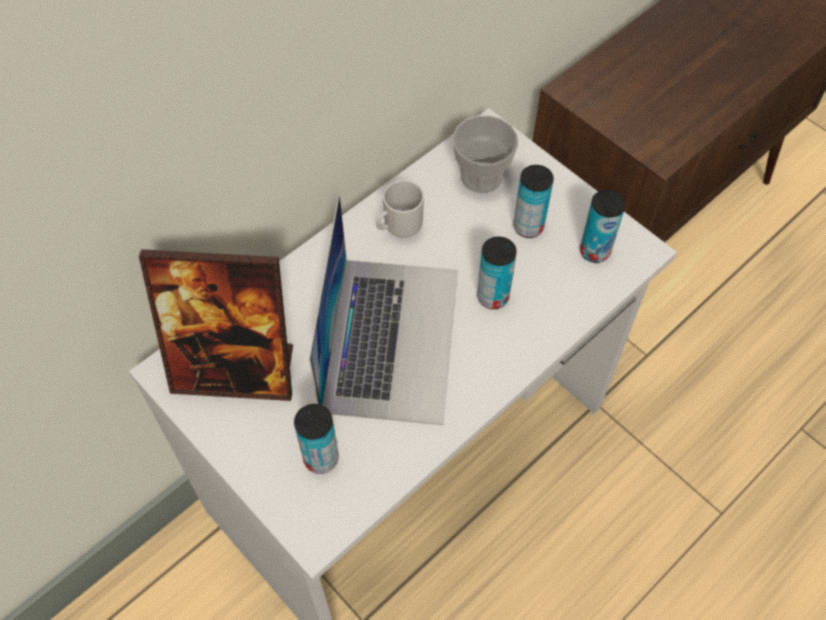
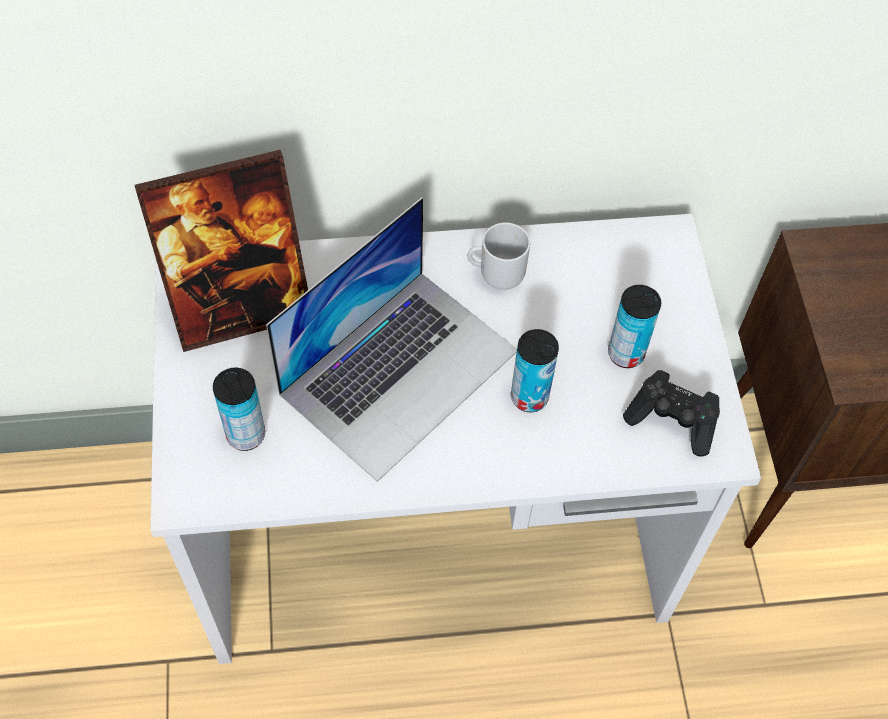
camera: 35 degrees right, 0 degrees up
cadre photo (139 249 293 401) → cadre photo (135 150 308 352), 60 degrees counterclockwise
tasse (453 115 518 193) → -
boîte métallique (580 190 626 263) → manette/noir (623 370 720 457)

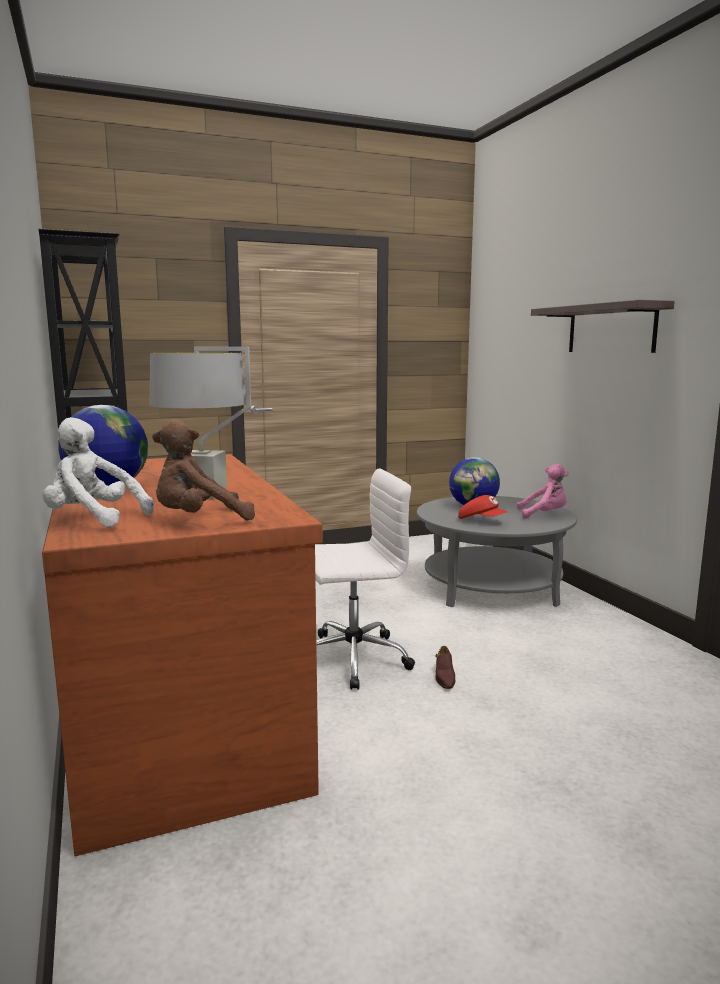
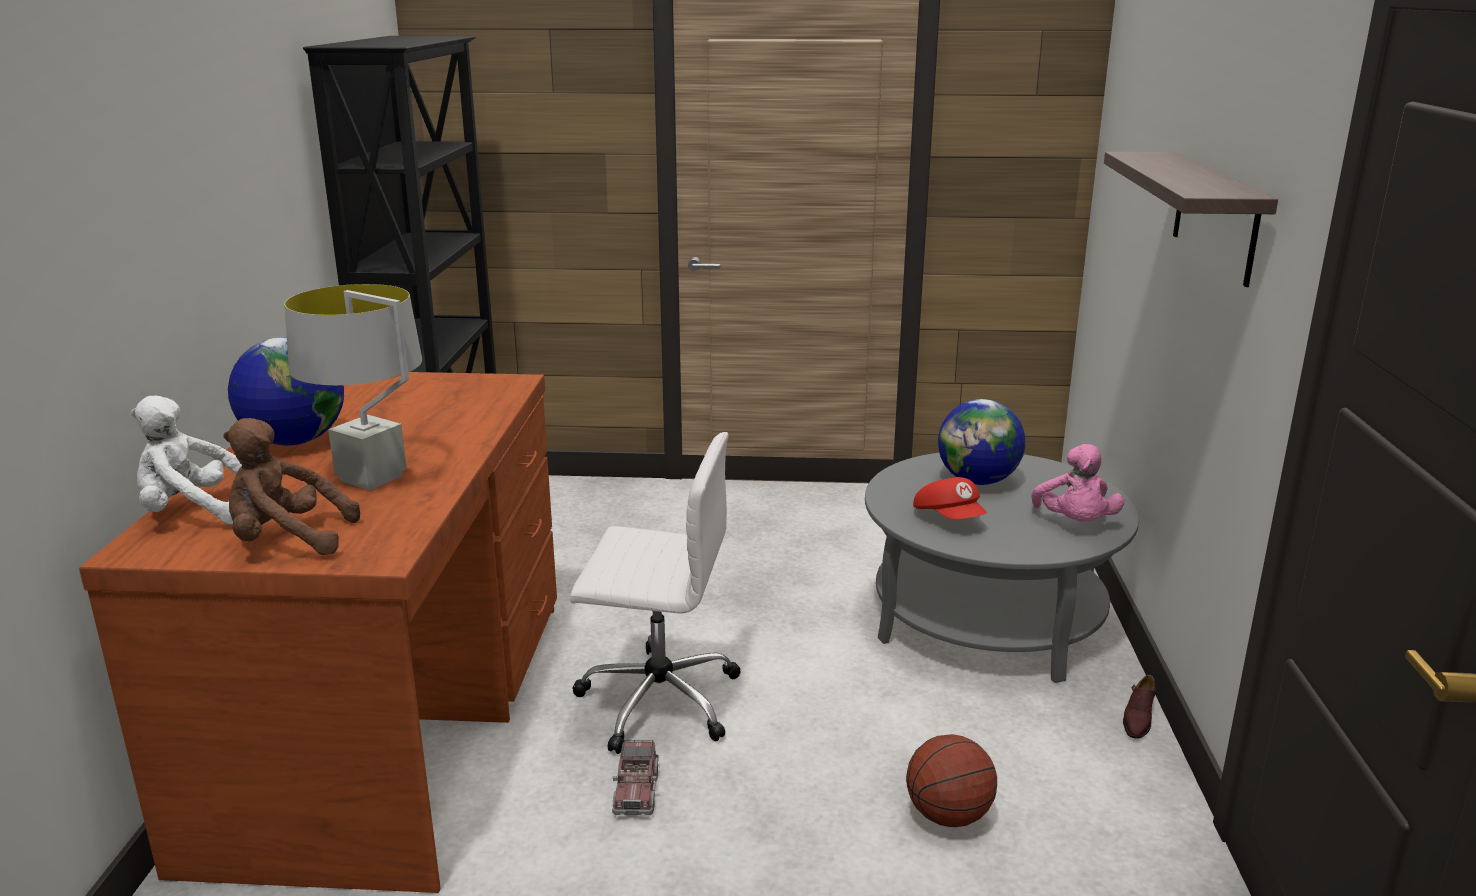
camera: 25 degrees right, 10 degrees up
peluche/blanc (43 417 154 527) → peluche/blanc (131 396 242 525), 45 degrees counterclockwise
chaussure/marron (435 646 455 689) → chaussure/marron (1123 675 1156 739), move
peluche/rose (517 464 569 519) → peluche/rose (1031 444 1124 521), 60 degrees clockwise
- → camion jouet (612 740 659 815)
- → ballon de basket (906 734 997 827)

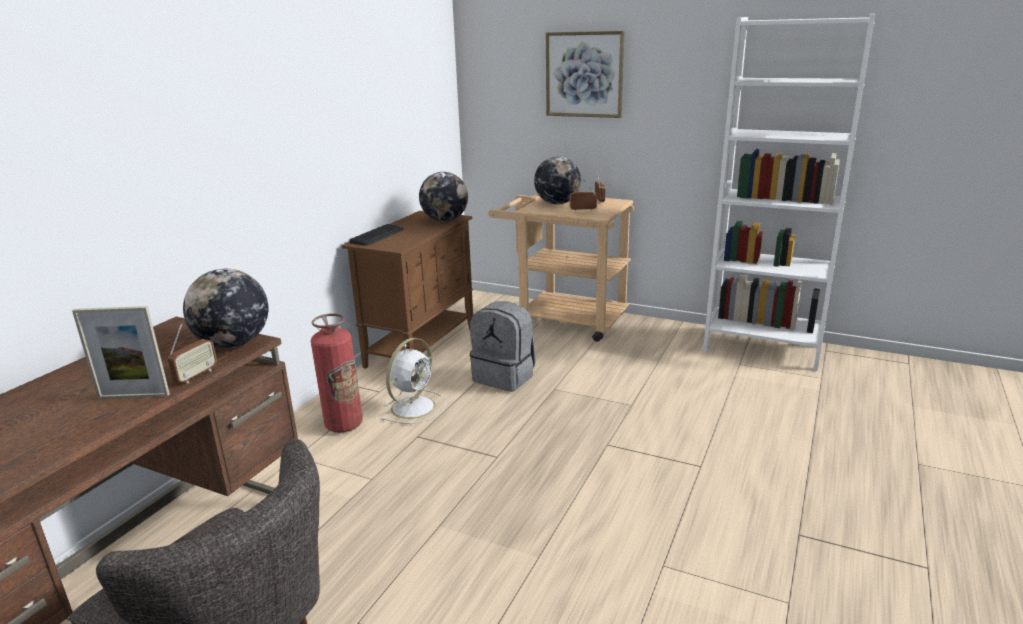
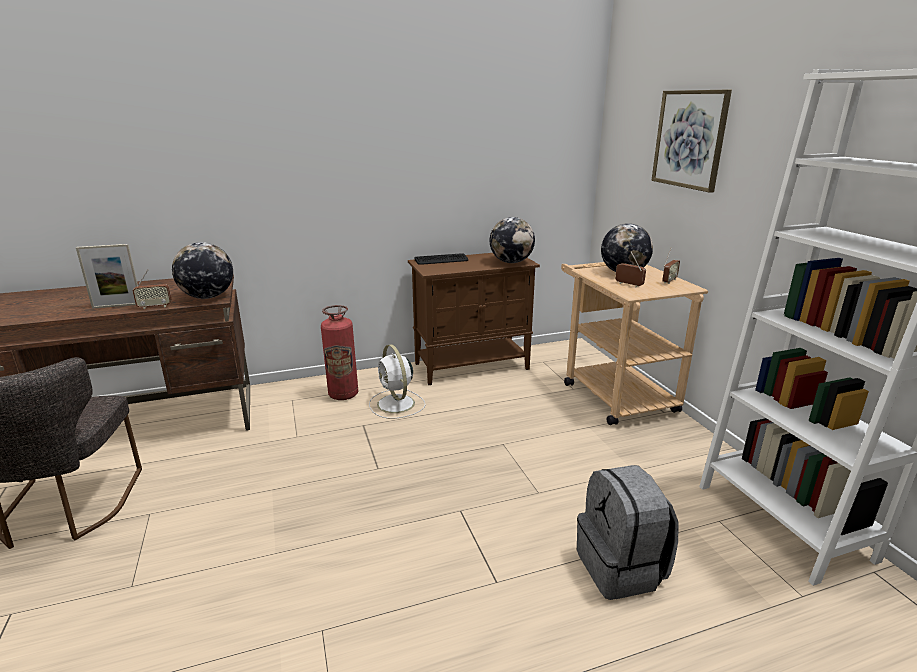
camera: 45 degrees right, 0 degrees up
cadre photo (72 306 170 399) → cadre photo (76 244 138 309), 60 degrees counterclockwise
ventilateur/blanc (381 338 446 424) → ventilateur/blanc (369 344 426 419), 75 degrees clockwise
sac à dos/gris (470 301 536 392) → sac à dos/gris (577 465 679 600), move

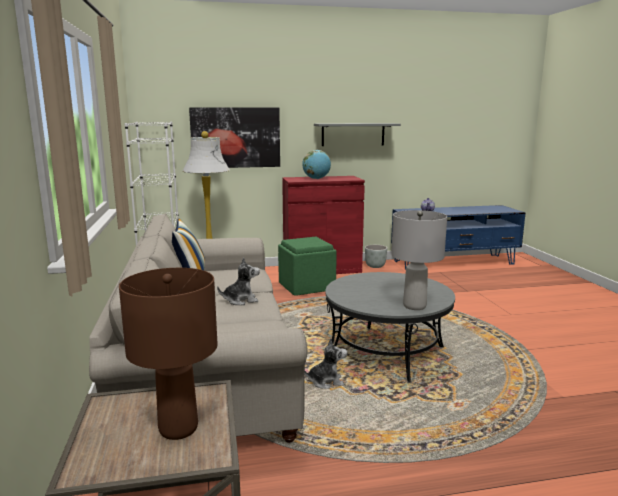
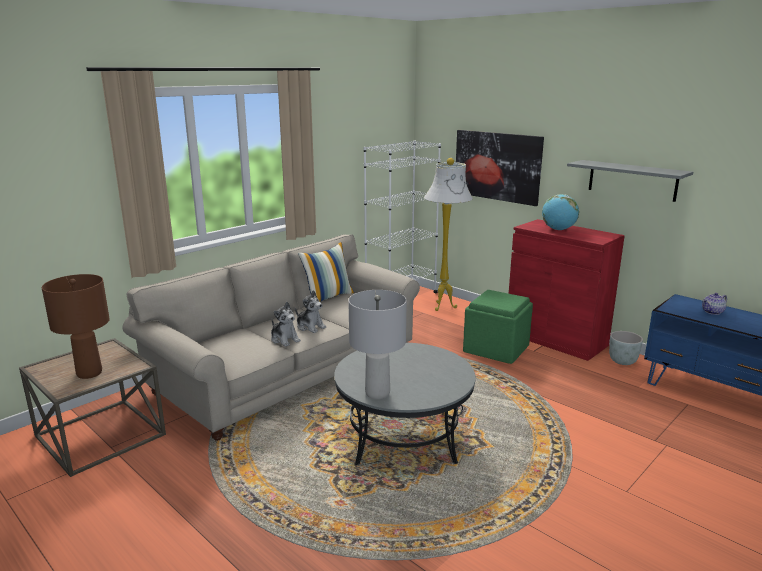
camera: 55 degrees right, 5 degrees up
peluche (304 338 347 389) → peluche (271 302 301 347), move

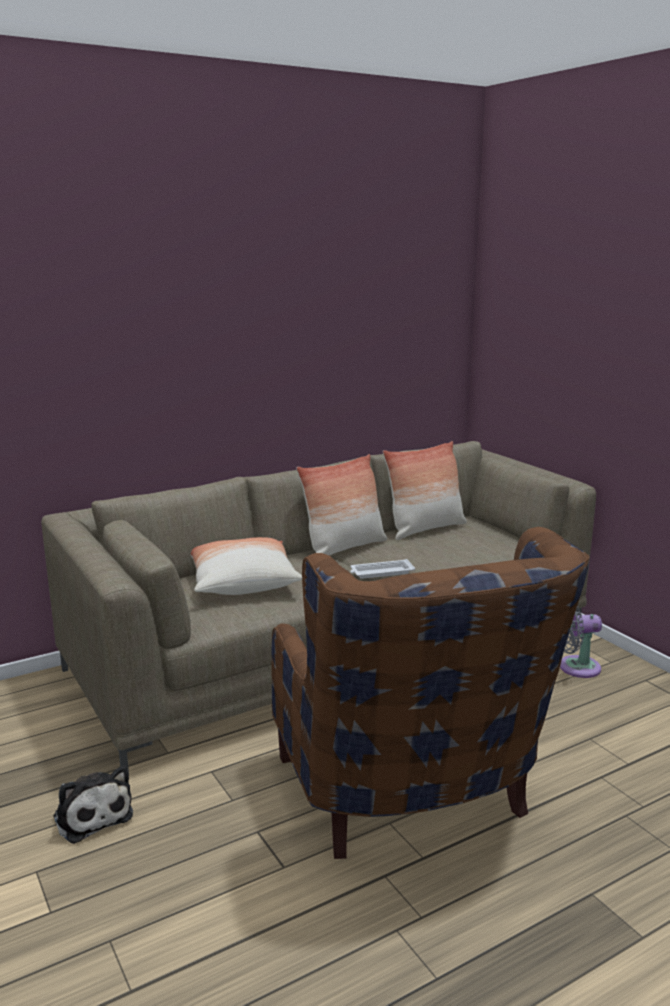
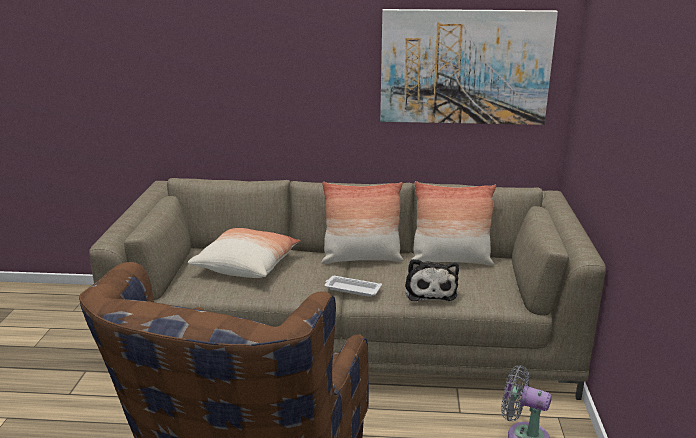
camera: 35 degrees right, 5 degrees up
peluche (53 766 133 844) → peluche (405 259 459 301), move
- → tableau (380 9 558 125)

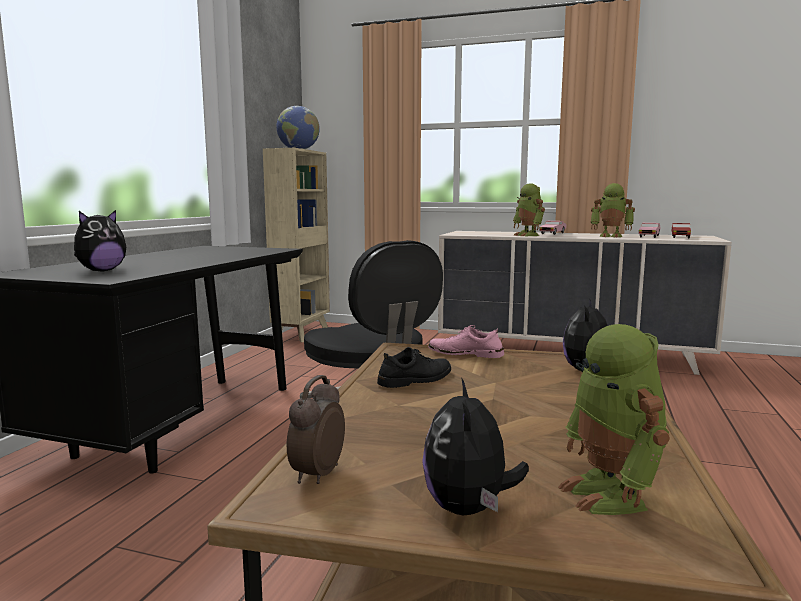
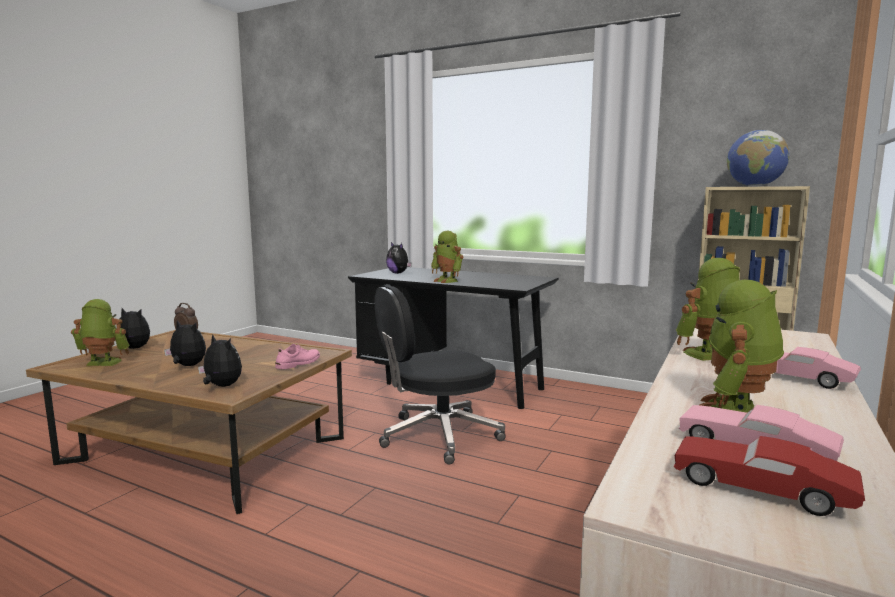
camera: 100 degrees right, 0 degrees up
chaussure/noir (377 347 451 388) → -
- → peluche (164 320 206 366)
- → robot jouet (431 231 463 283)

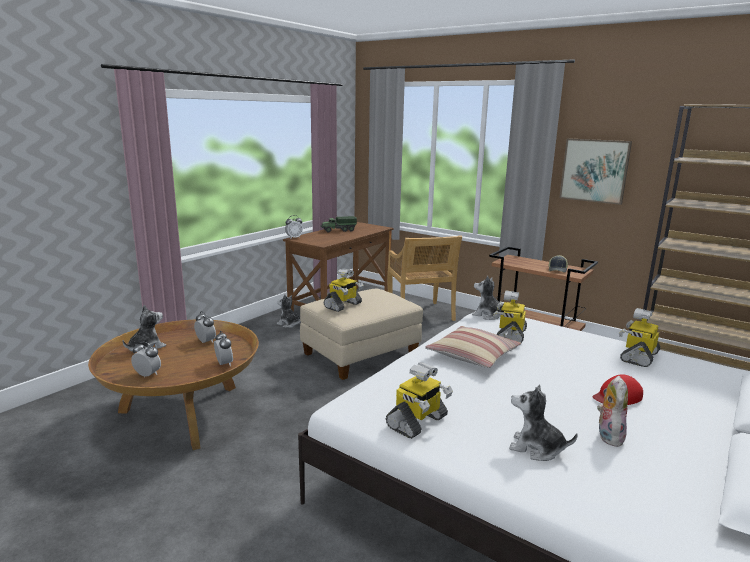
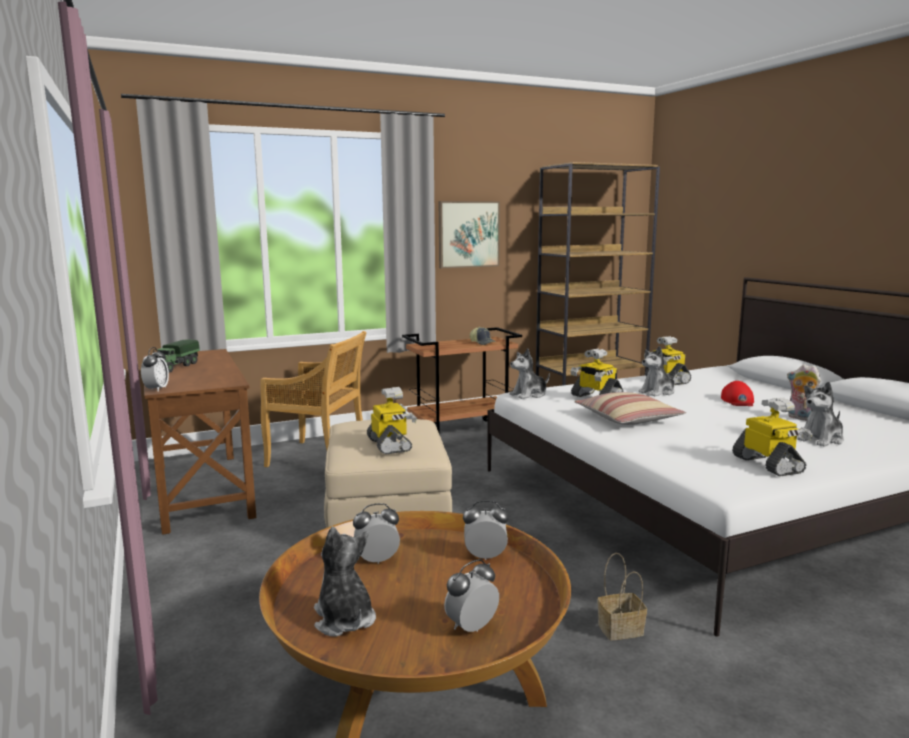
camera: 60 degrees left, 5 degrees down
peluche (276 294 301 328) → peluche (639 346 676 397), move
- → panier (597 553 647 640)

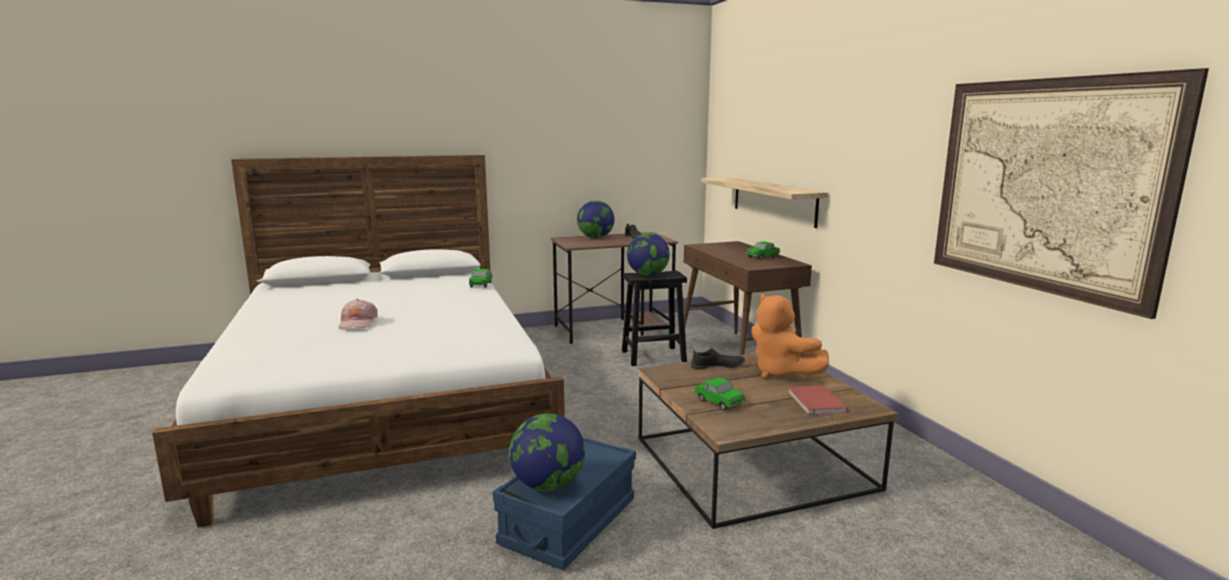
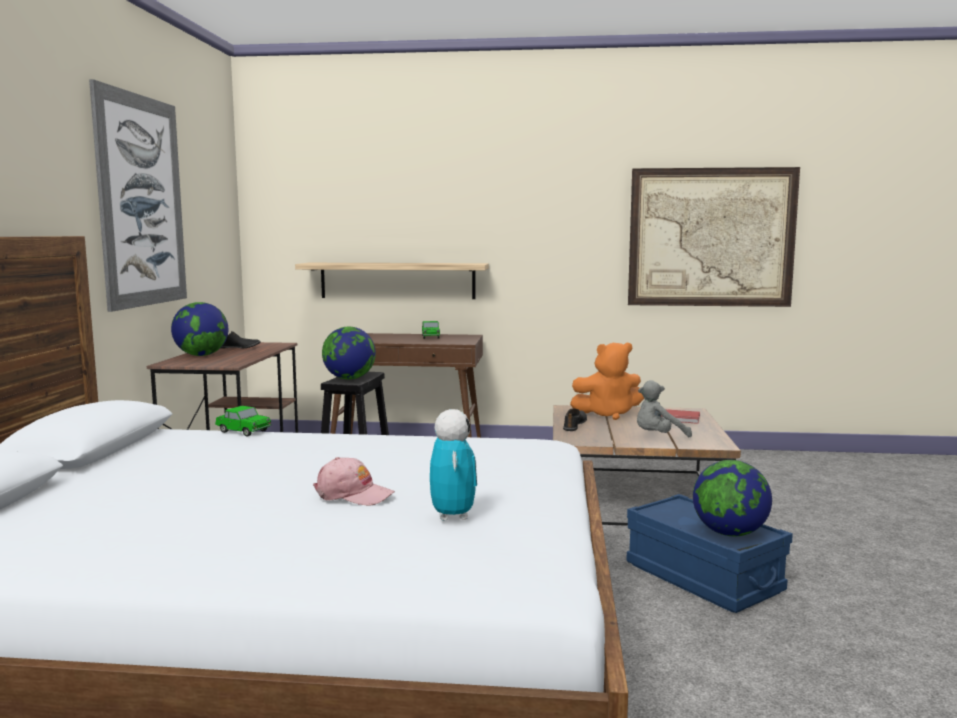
camera: 65 degrees left, 5 degrees down
petite voiture (694 377 745 410) → peluche/gris (637 380 692 438)
- → tableau (89 79 187 312)
- → robot jouet (430 409 477 521)

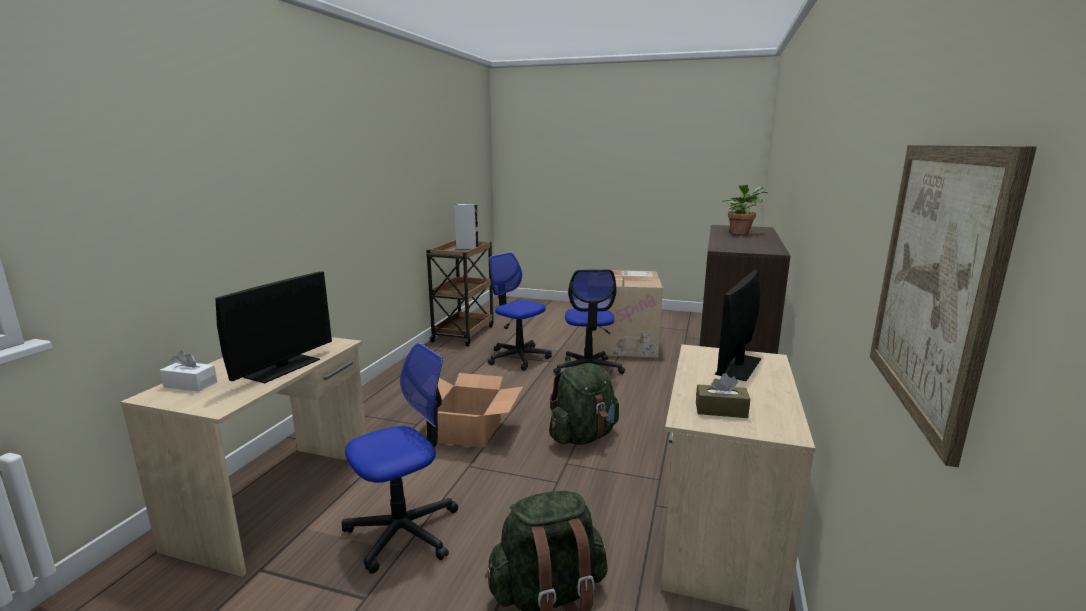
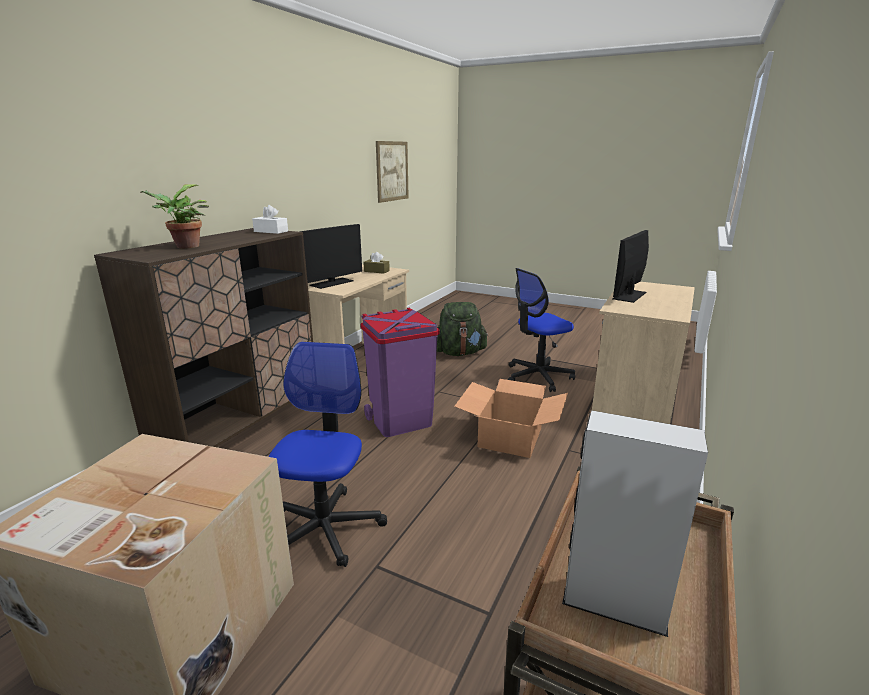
camera: 170 degrees left, 5 degrees up
boîte à mouchoirs/blanc (160 351 217 391) → boîte à mouchoirs/blanc (252 205 288 234), move
chaise de bureau (488 252 552 370) → -
sac à dos/vert (549 363 619 445) → poubelle/violet (360 308 439 437)

